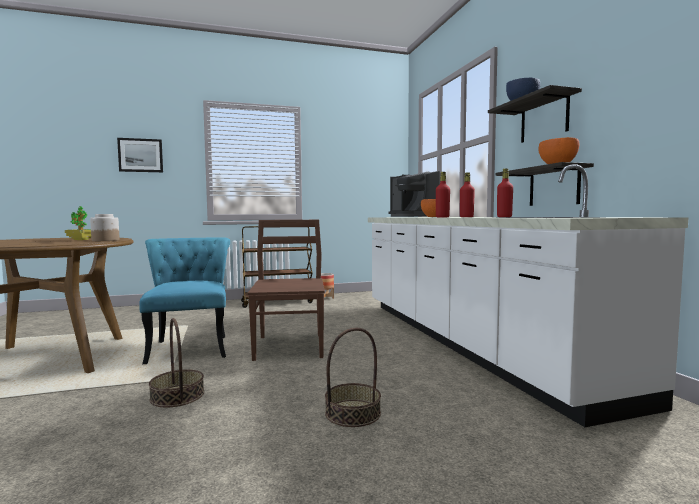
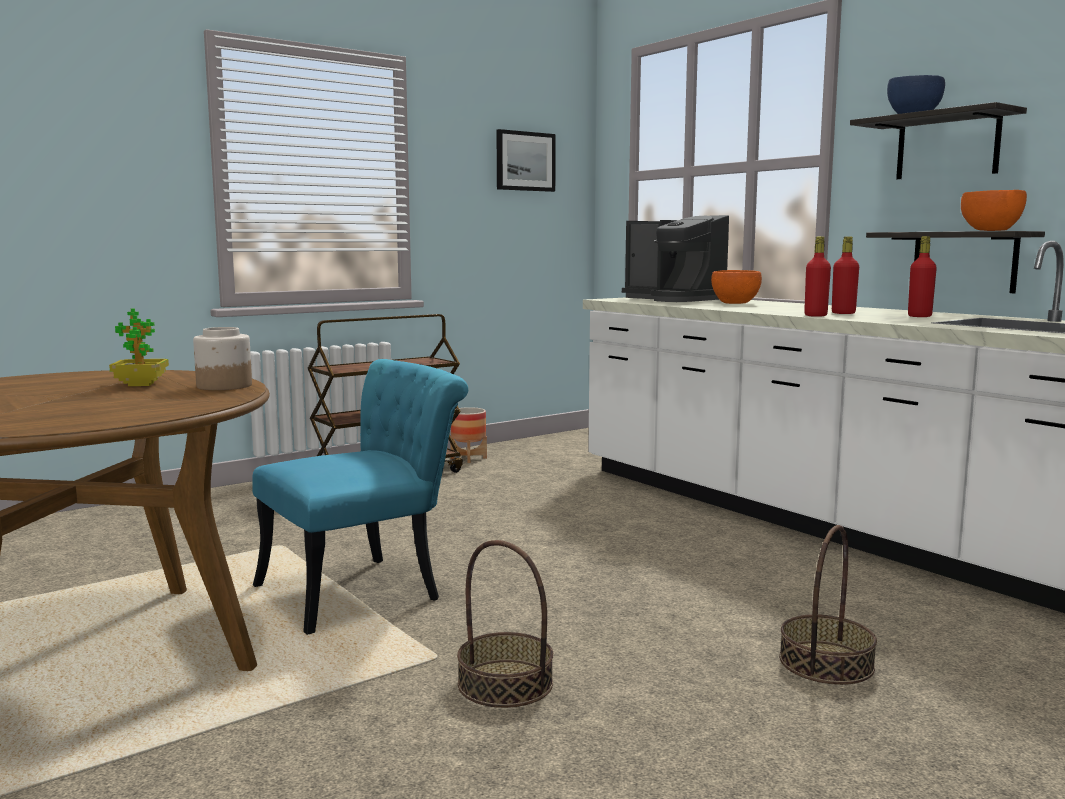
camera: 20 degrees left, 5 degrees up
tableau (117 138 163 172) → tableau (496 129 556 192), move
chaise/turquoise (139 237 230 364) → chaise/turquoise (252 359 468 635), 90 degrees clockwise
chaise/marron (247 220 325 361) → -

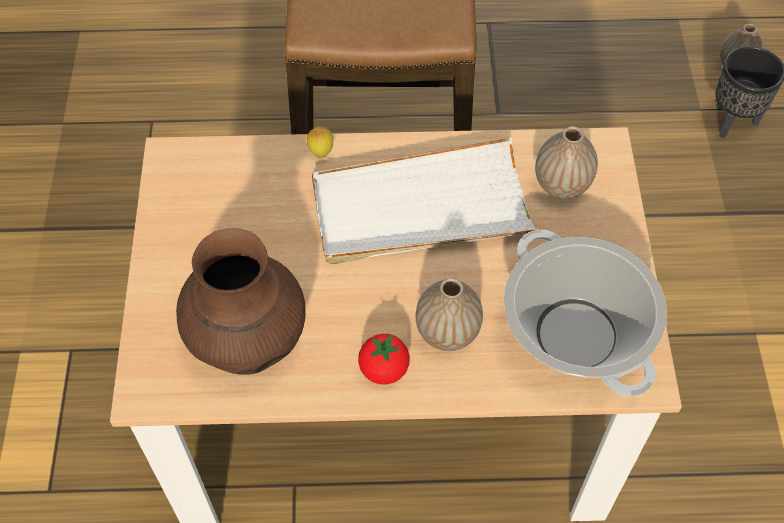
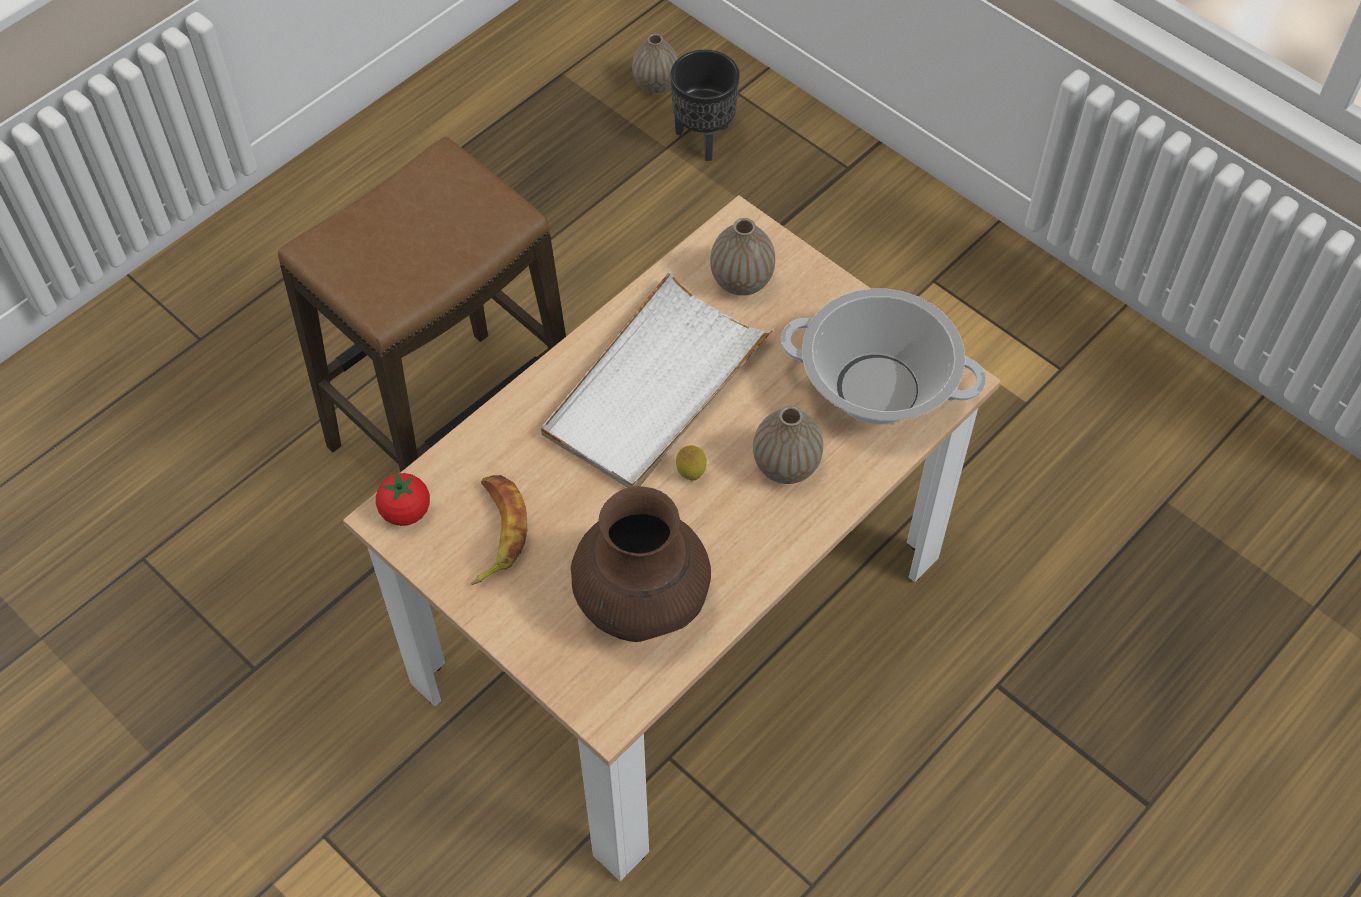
camera: 45 degrees left, 0 degrees up
citron (307 126 333 158) → citron (676 445 706 480), move
tomate (358 334 410 385) → tomate (376 471 430 526), move
- → banane (471 475 527 585)

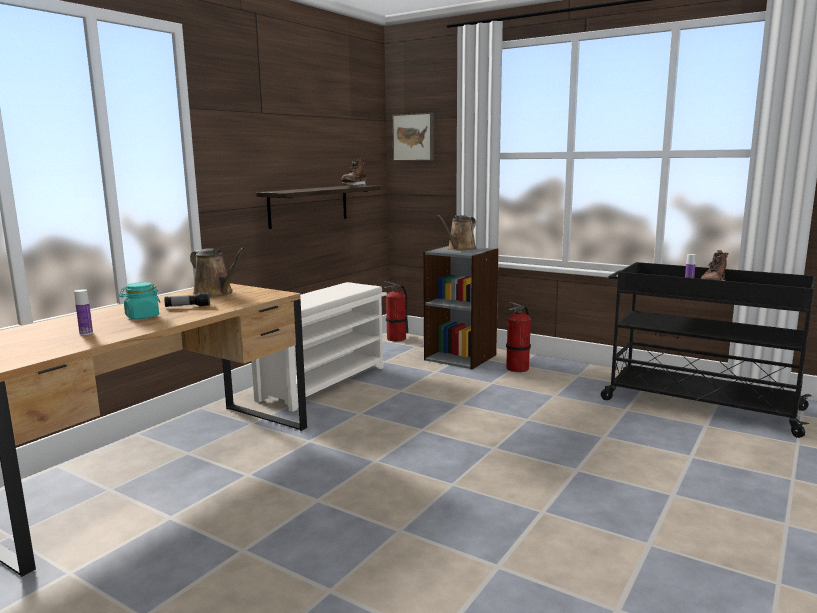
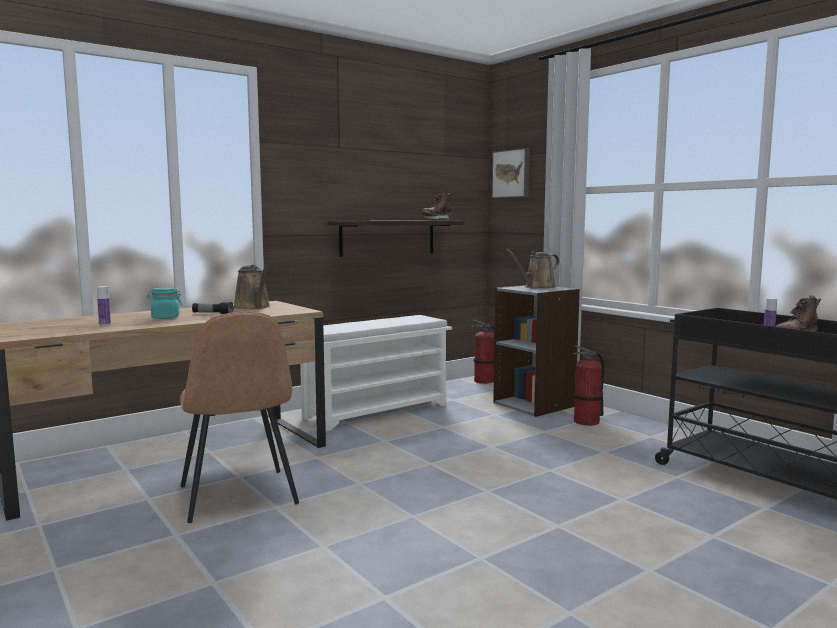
camera: 20 degrees right, 5 degrees down
- → chaise/marron (180 312 299 523)

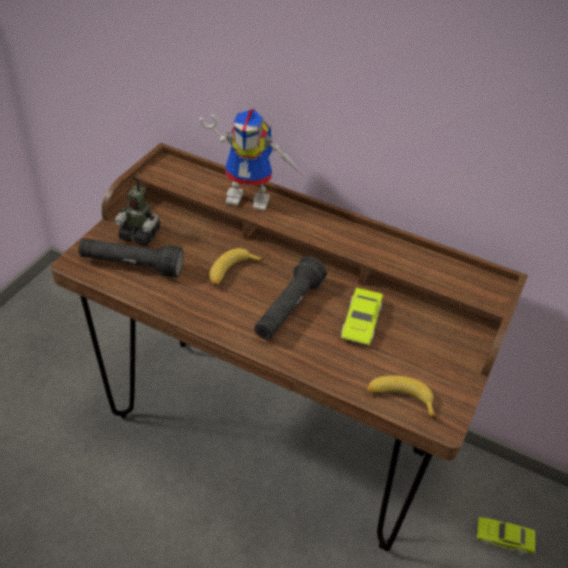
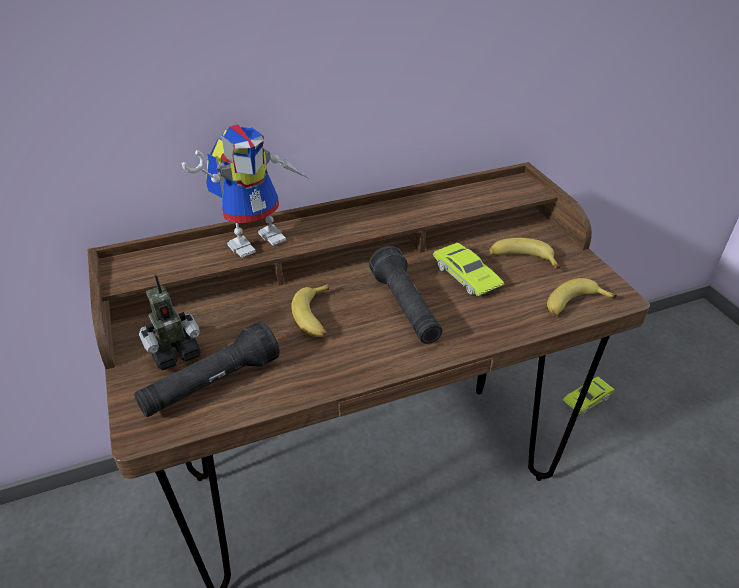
camera: 45 degrees left, 5 degrees down
- → banane (488 238 560 269)

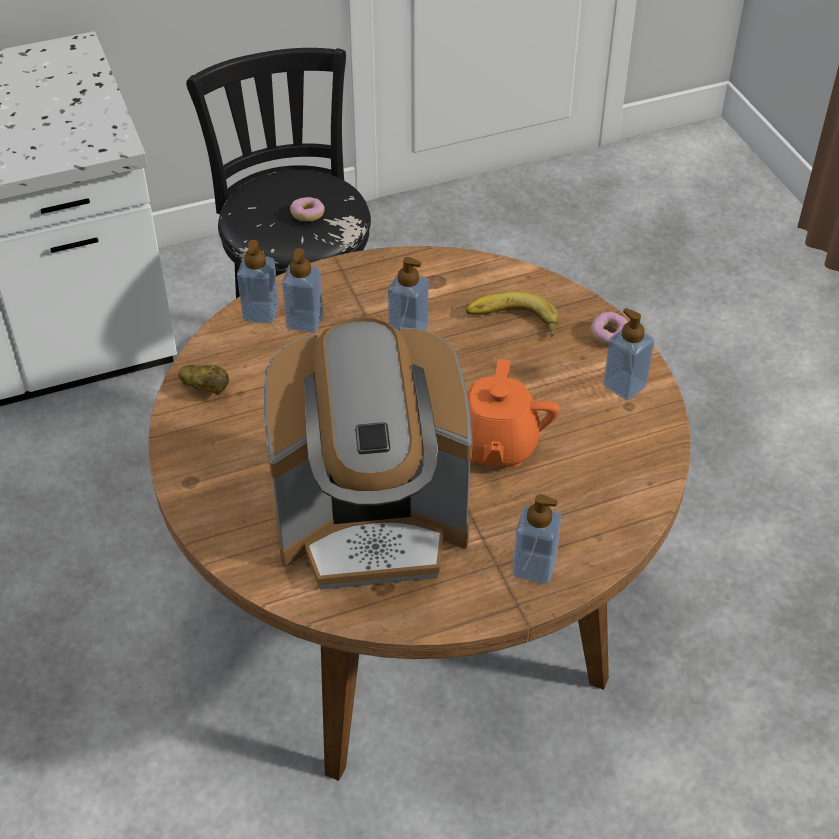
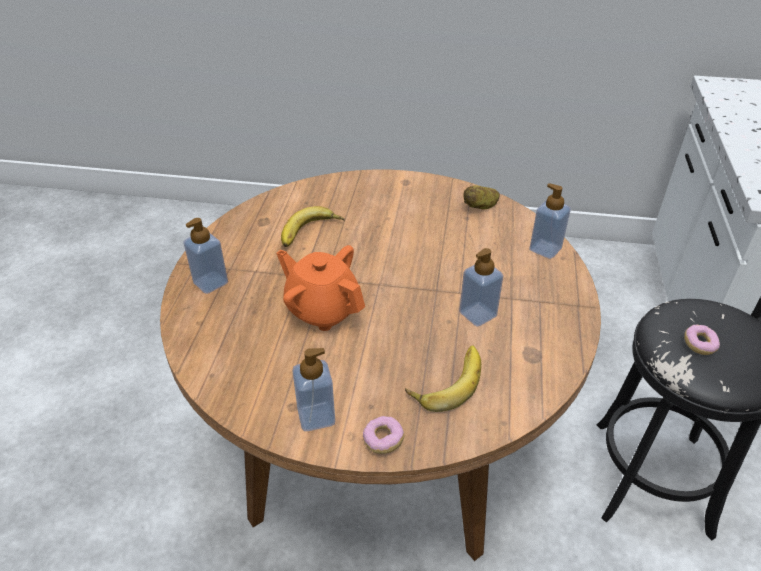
camera: 120 degrees right, 5 degrees down
machine à café (264 318 473 590) → banane (281 206 345 247)
distributeur de savon (282 248 323 333) → -

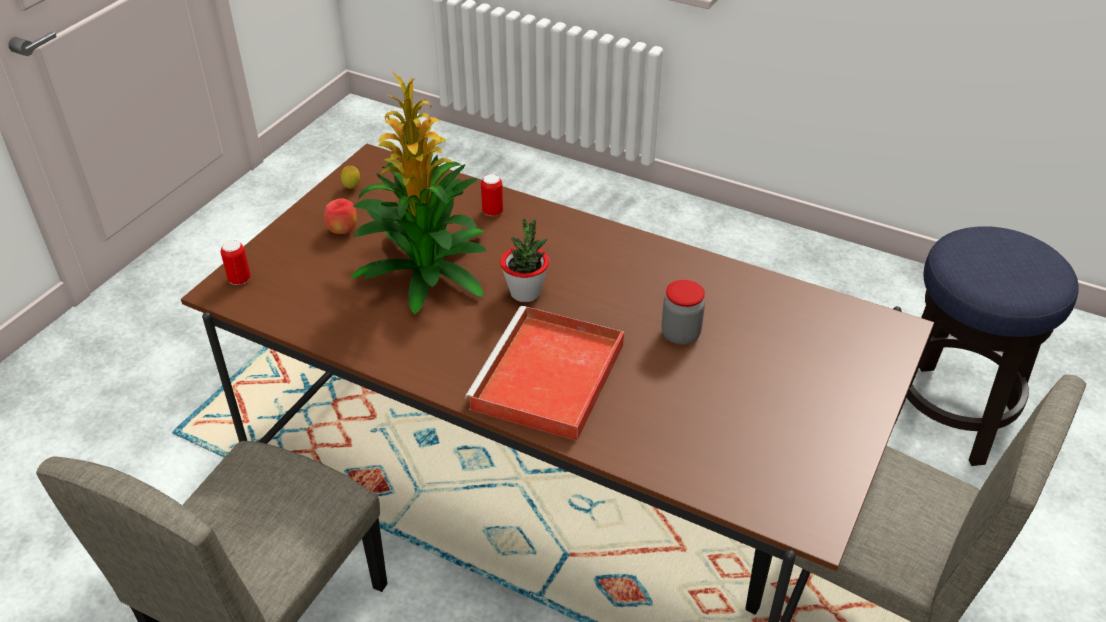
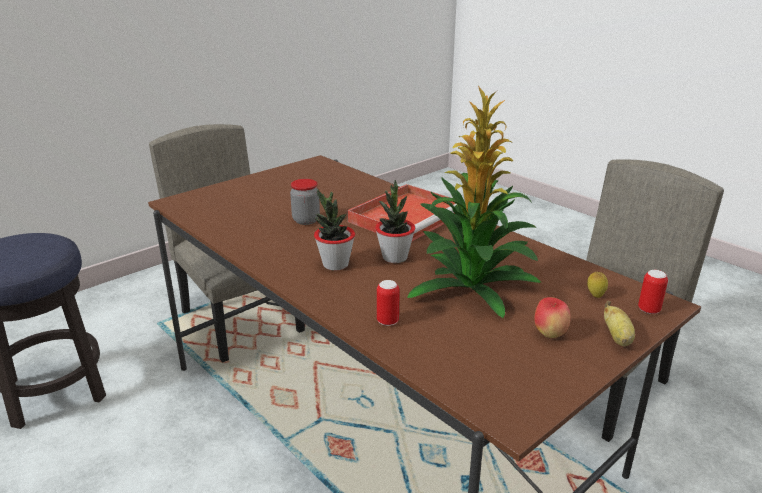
camera: 160 degrees left, 15 degrees down
citron (341 166 360 189) → citron (587 272 608 298), move
- → plante en pot (314 189 355 271)
- → banane (604 301 635 346)

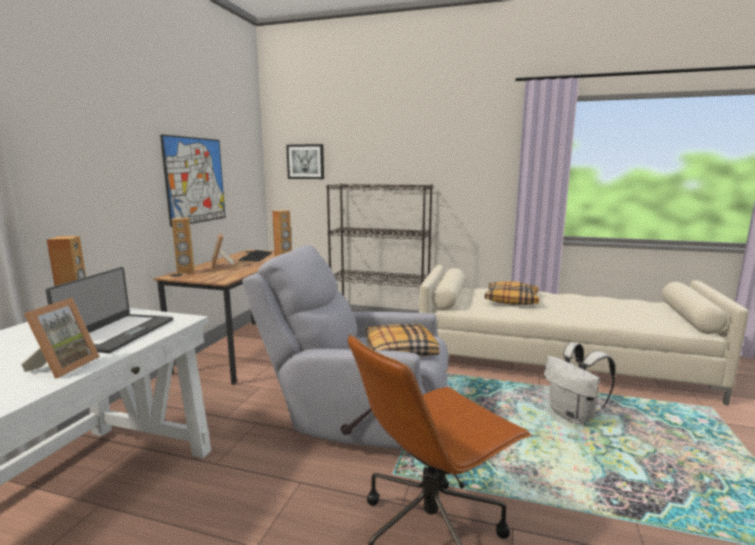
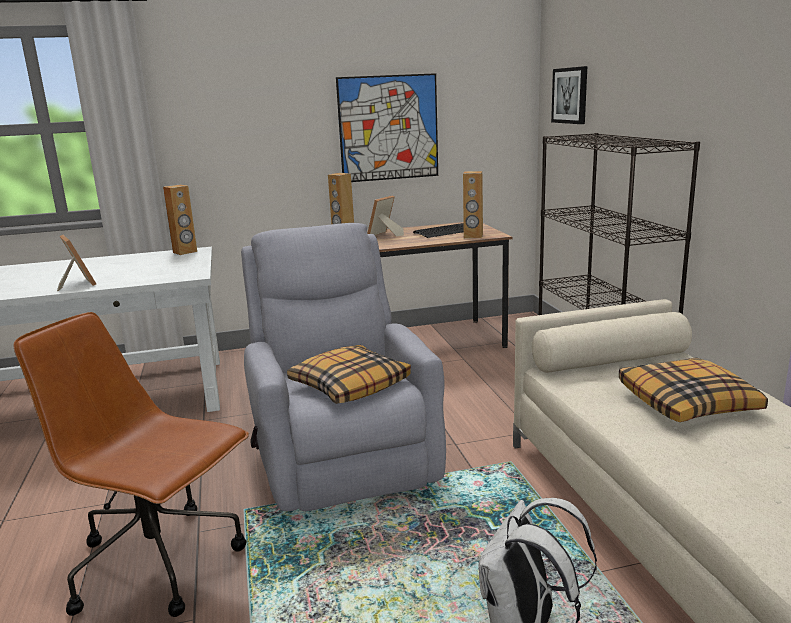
camera: 60 degrees right, 5 degrees up
cadre photo (21 297 100 379) → cadre photo (57 235 96 291), 105 degrees counterclockwise
ordinateur portable (45 267 173 353) → -

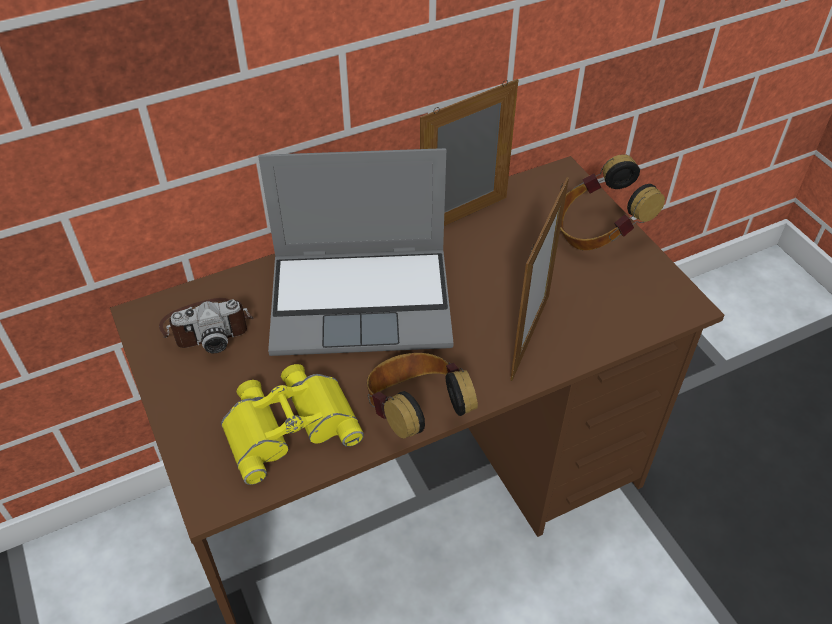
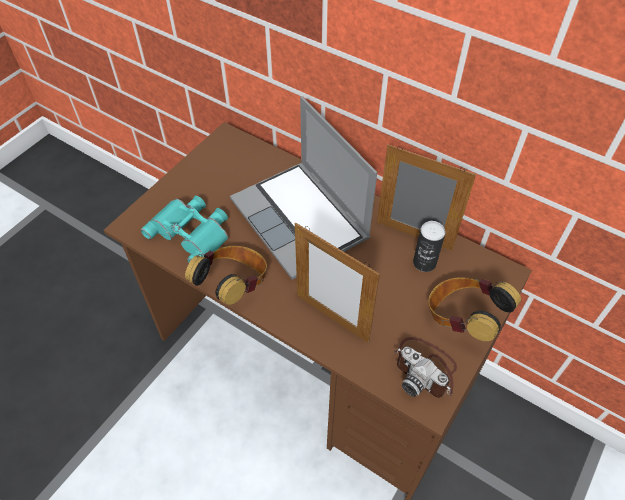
camera: 60 degrees right, 5 degrees up
appareil photo (159 298 253 353) → appareil photo (394 337 457 398), move
jumelles/jaune (221 364 364 485) → jumelles/turquoise (141 196 228 262)
cadre photo (510 177 569 381) → cadre photo (295 223 380 343), 45 degrees clockwise
- → boîte métallique (413 221 445 272)

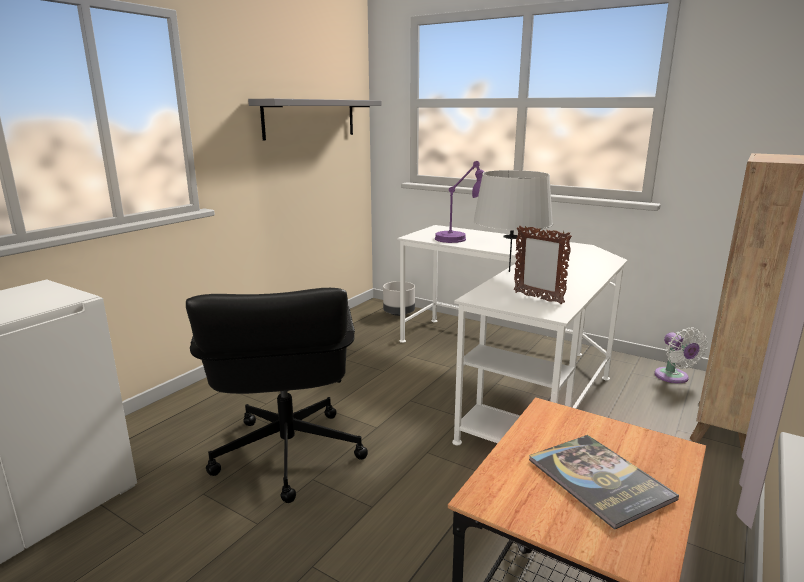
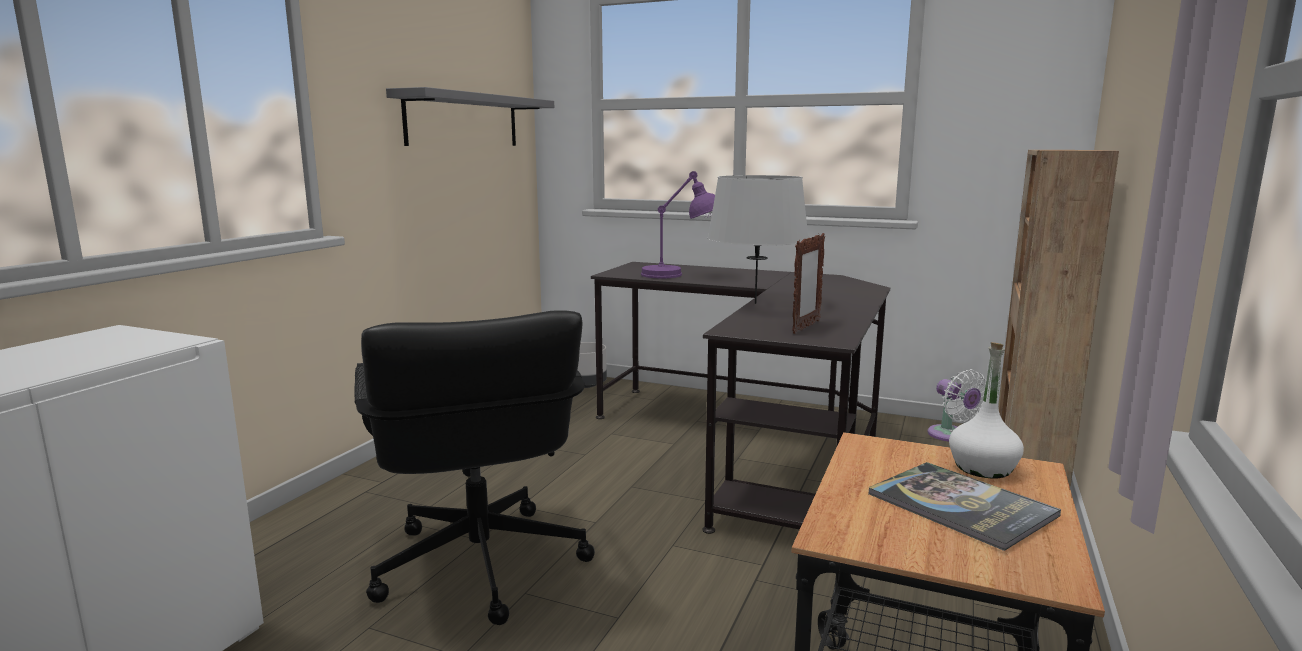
camera: 10 degrees left, 5 degrees down
bureau/blanc (397 225 627 445) → bureau/noir (591 262 890 534)
cadre photo (514 225 572 304) → cadre photo (792 233 825 334), 90 degrees counterclockwise
- → bouteille/blanc (949 342 1024 478)

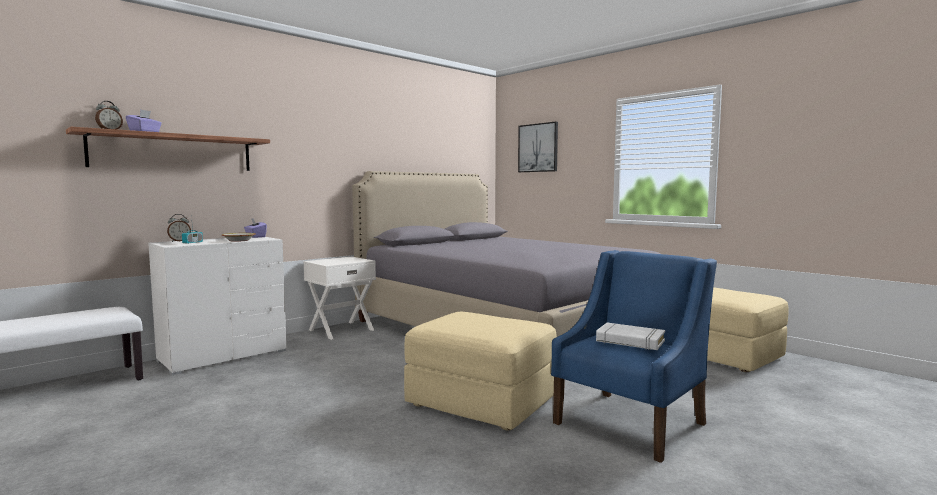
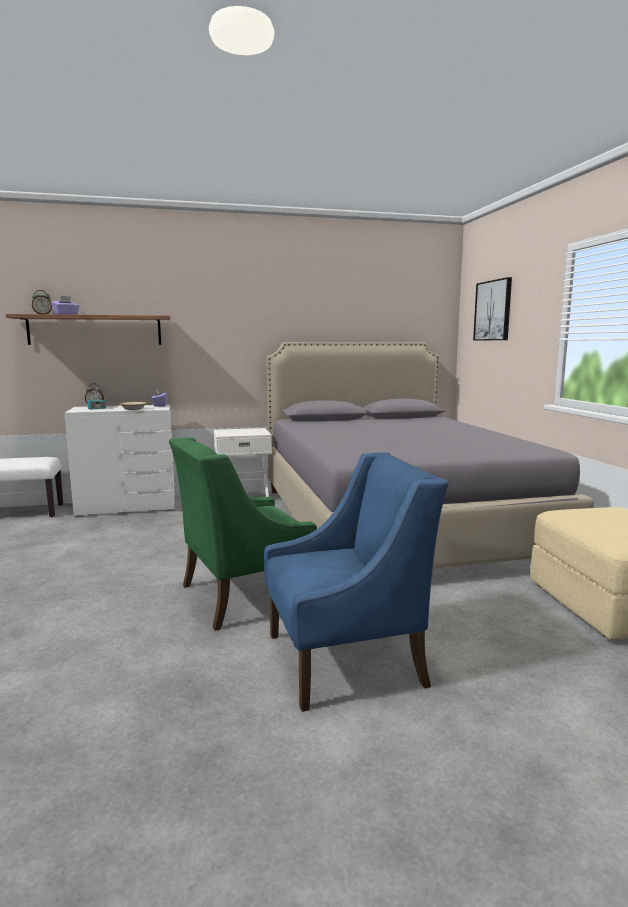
camera: 30 degrees right, 5 degrees up
pouf/beige (404 312 557 430) → fauteuil/vert (169 437 317 631)
livre/blanc (596 323 665 350) → -

